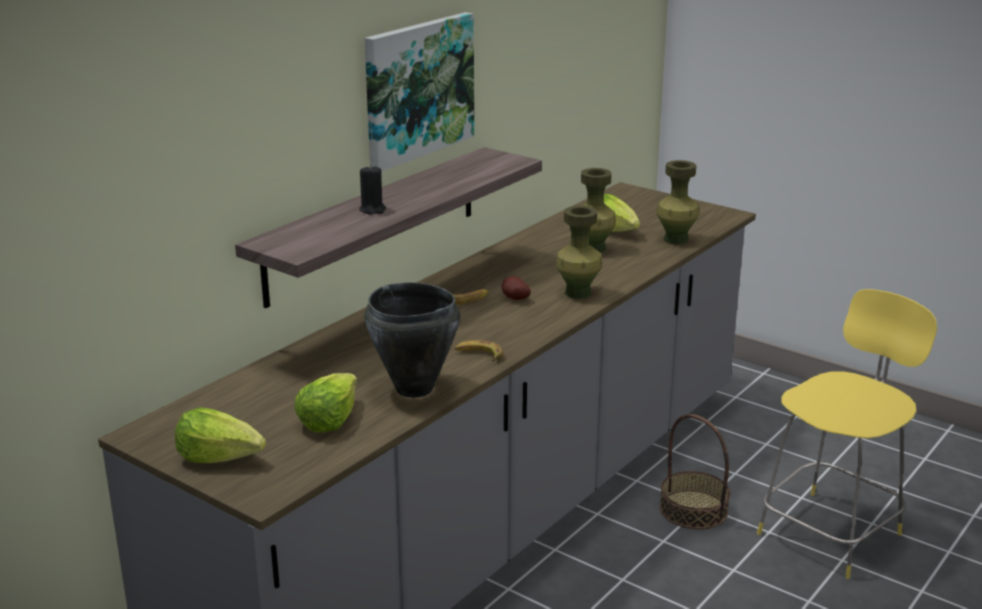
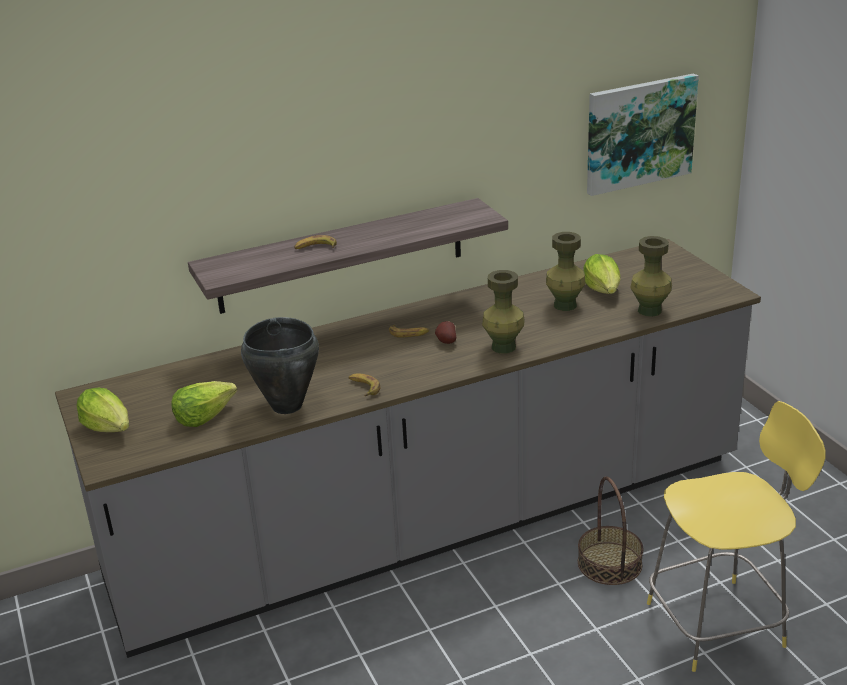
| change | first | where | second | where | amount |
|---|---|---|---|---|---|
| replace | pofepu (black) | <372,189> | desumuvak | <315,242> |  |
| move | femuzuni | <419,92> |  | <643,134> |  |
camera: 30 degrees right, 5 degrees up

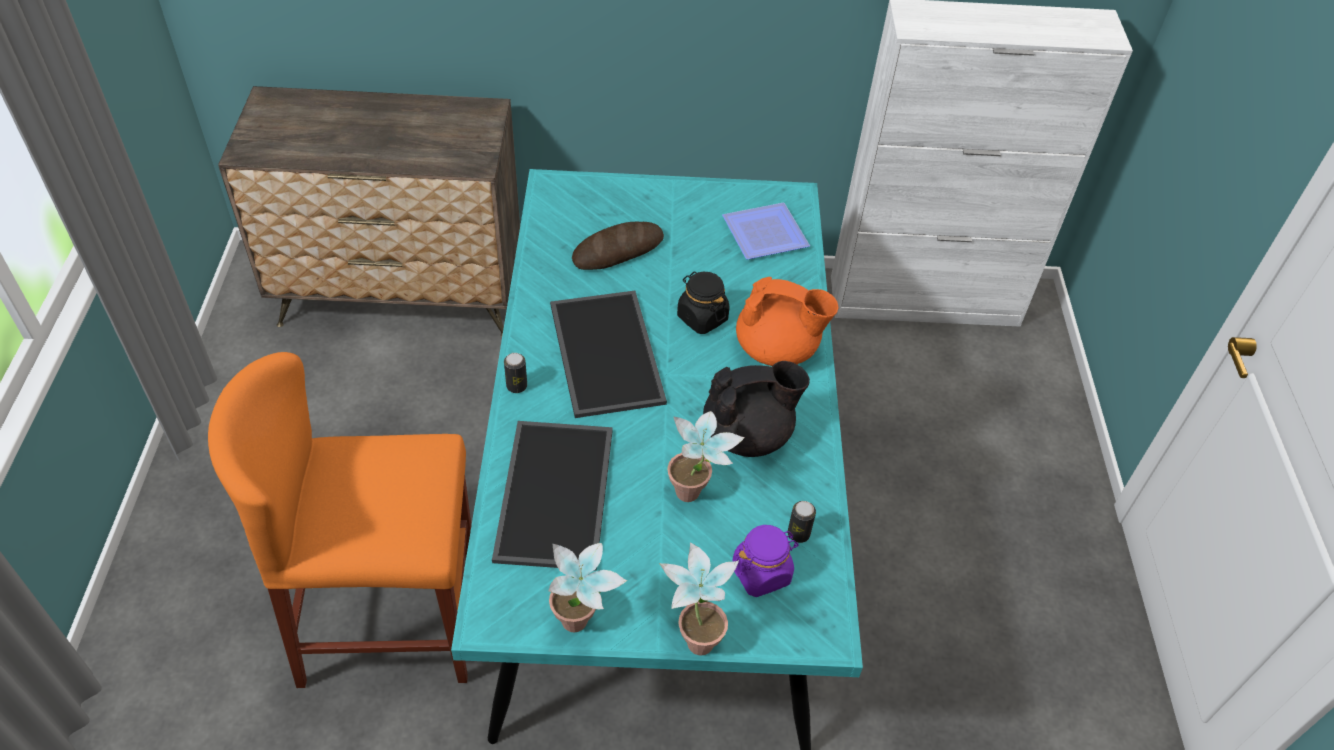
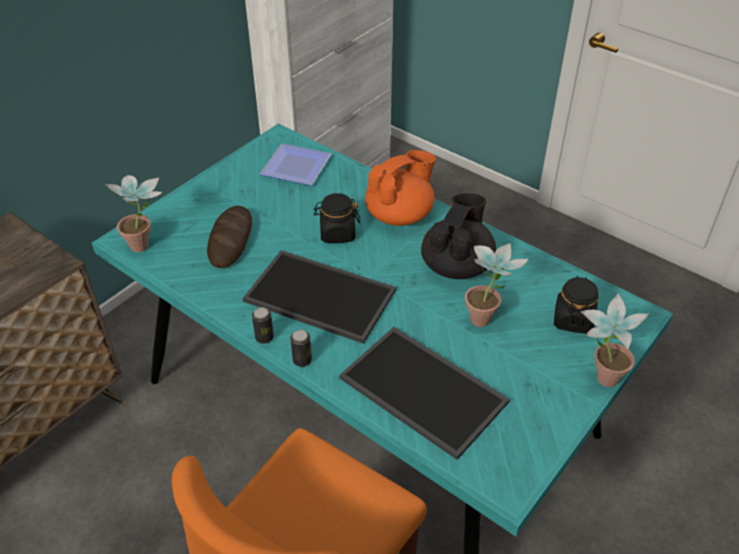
| change | first | where | second | where | amount |
|---|---|---|---|---|---|
| move | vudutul | <588,587> |  | <133,213> |  |
| move | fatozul | <802,522> |  | <263,325> |  |
| recolor | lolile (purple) | <765,561> | lolile (black) | <576,305> |  |
camera: 50 degrees left, 5 degrees down

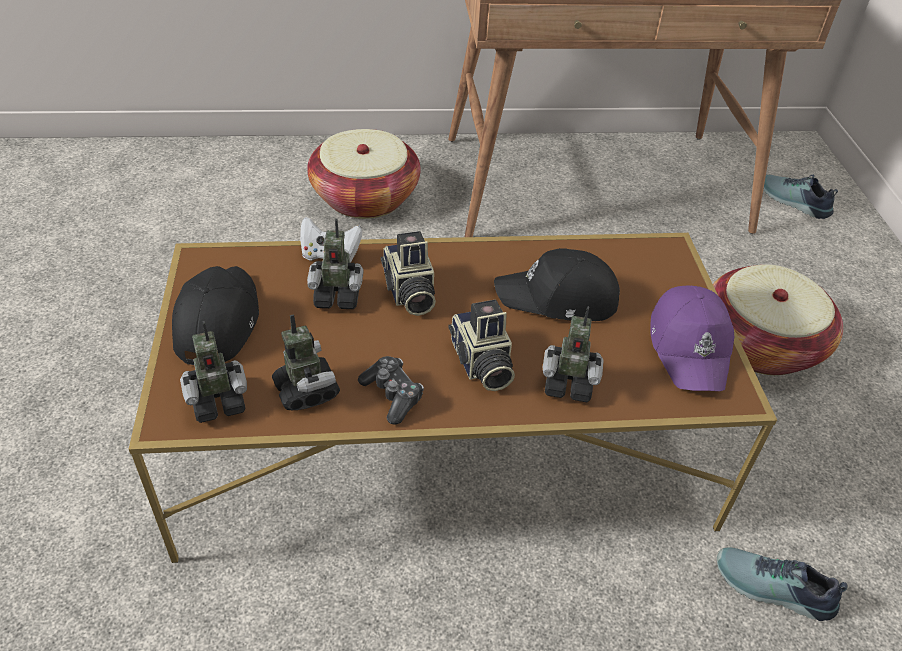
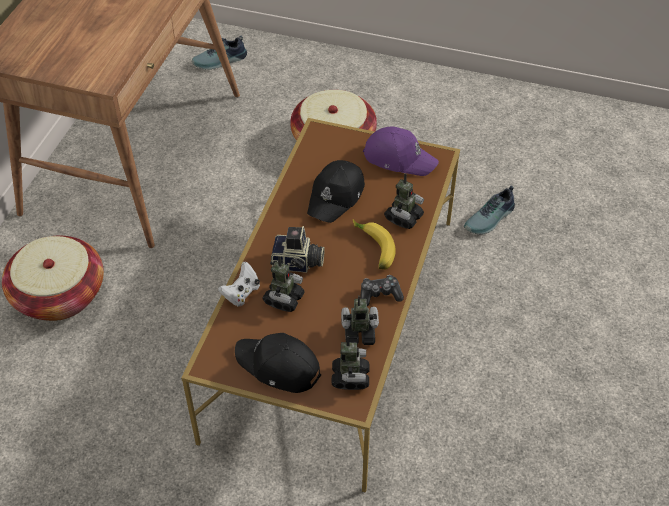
| change | first | where | second | where | amount |
|---|---|---|---|---|---|
| replace | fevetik | <481,345> | desumuvak | <374,244> |  |
camera: 65 degrees left, 5 degrees up

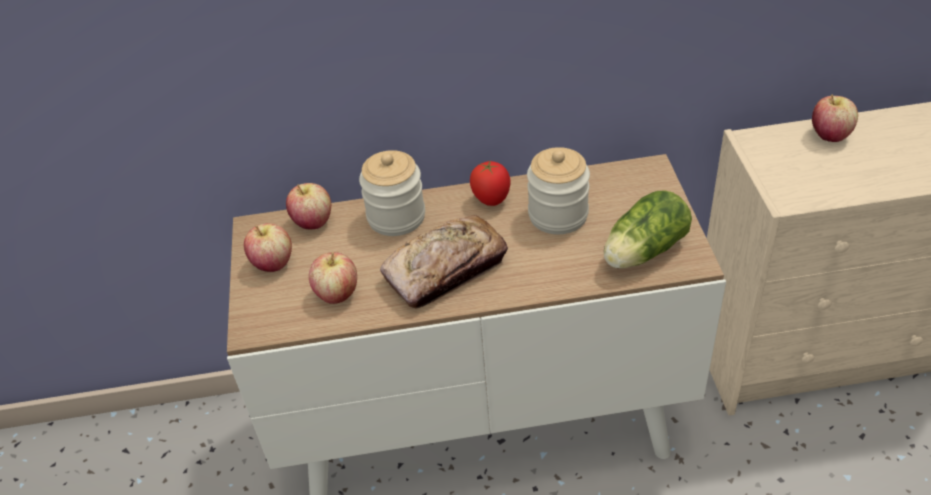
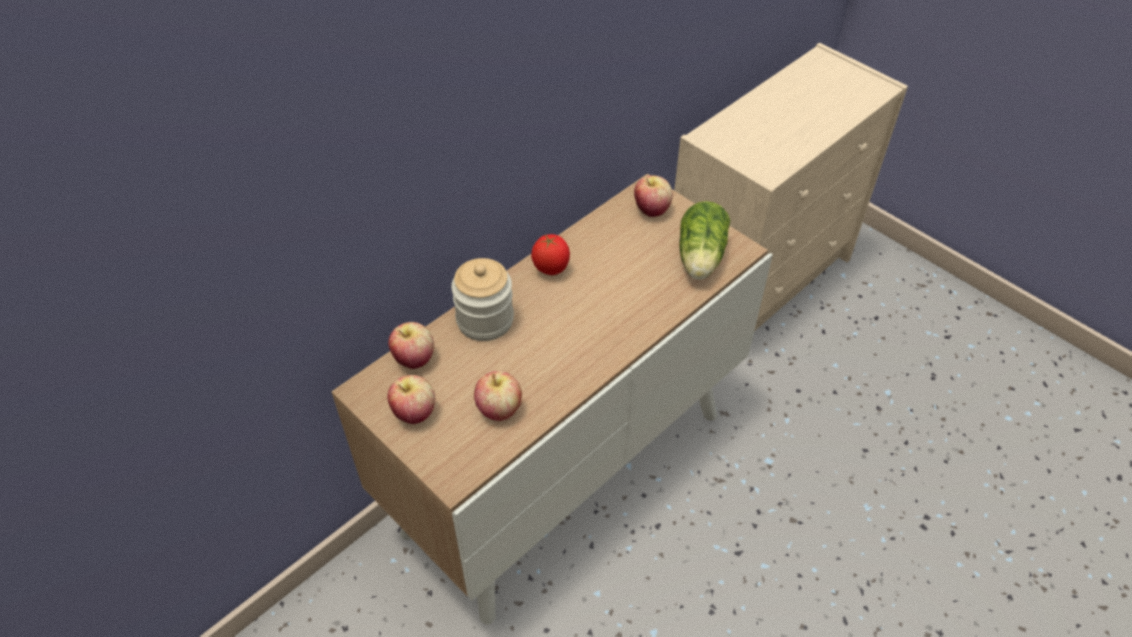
| change | first | where | second | where | amount |
|---|---|---|---|---|---|
| move | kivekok | <835,118> |  | <653,196> |  |
| delete | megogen | <444,261> |  |  |  |
| delete | lolile | <558,190> |  |  |  |
camera: 40 degrees left, 5 degrees up

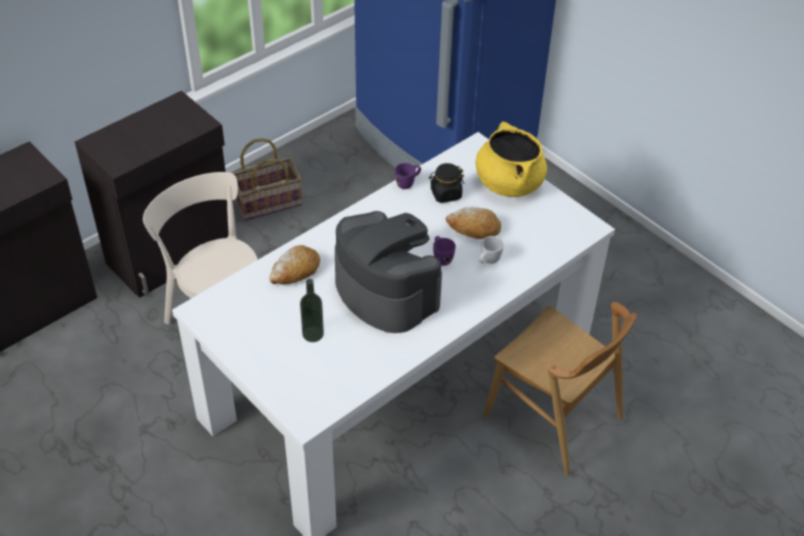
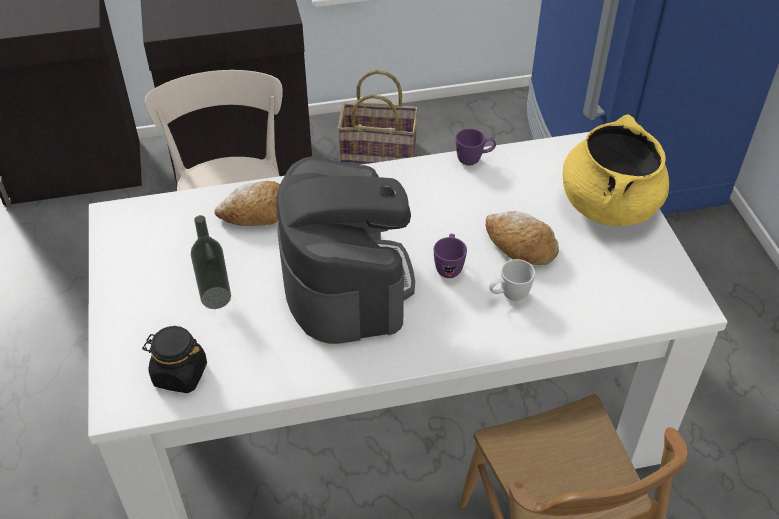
| change | first | where | second | where | amount |
|---|---|---|---|---|---|
| move | lolile (black) | <446,183> |  | <174,359> |  |
camera: 30 degrees right, 0 degrees up

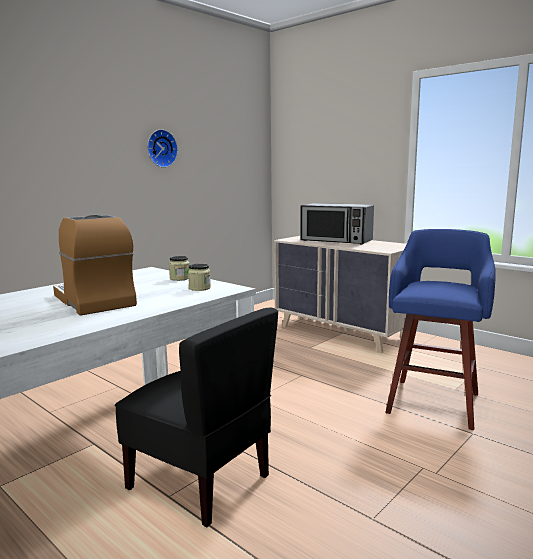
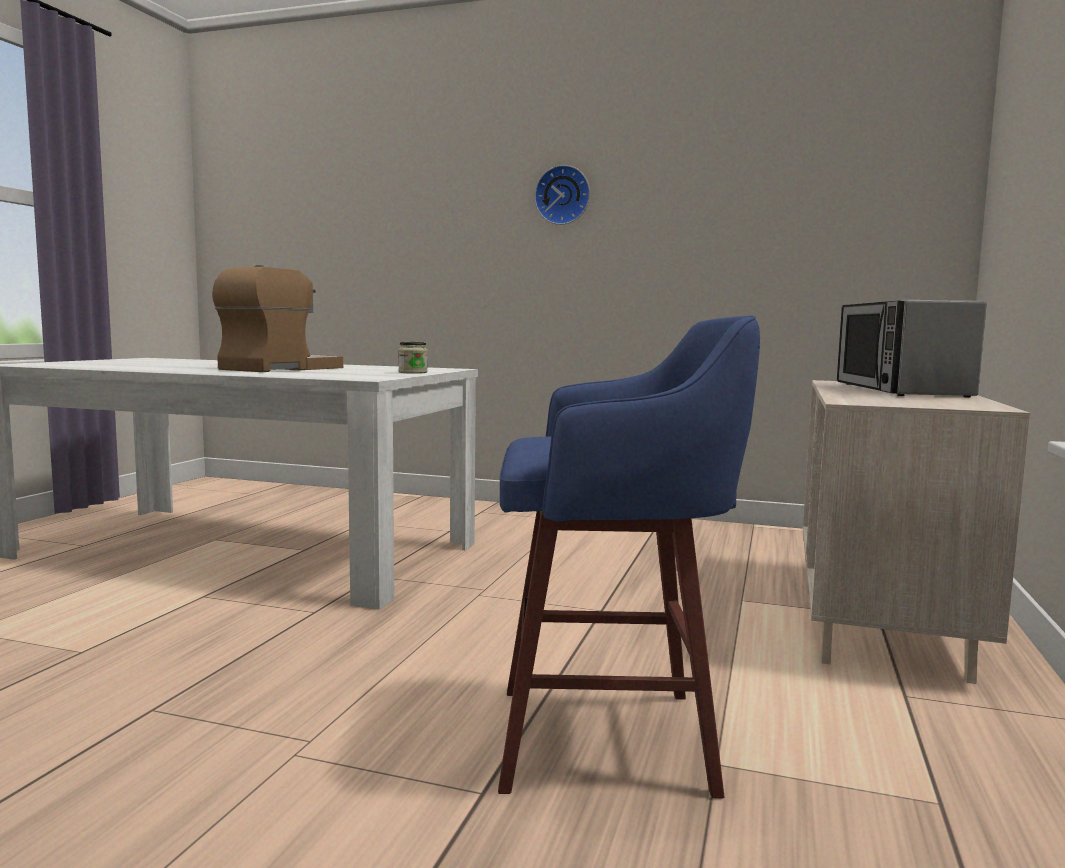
| change | first | where | second | where | amount |
|---|---|---|---|---|---|
| move | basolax | <162,148> |  | <562,195> |  |
| delete | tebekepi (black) | <196,417> |  |  |  |
| delete | lolile | <199,277> |  |  |  |
camera: 65 degrees right, 5 degrees down

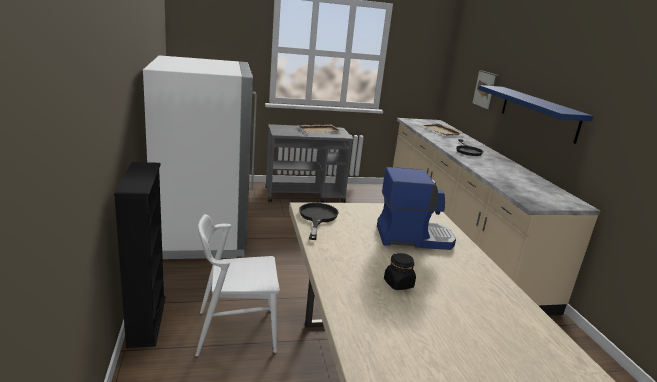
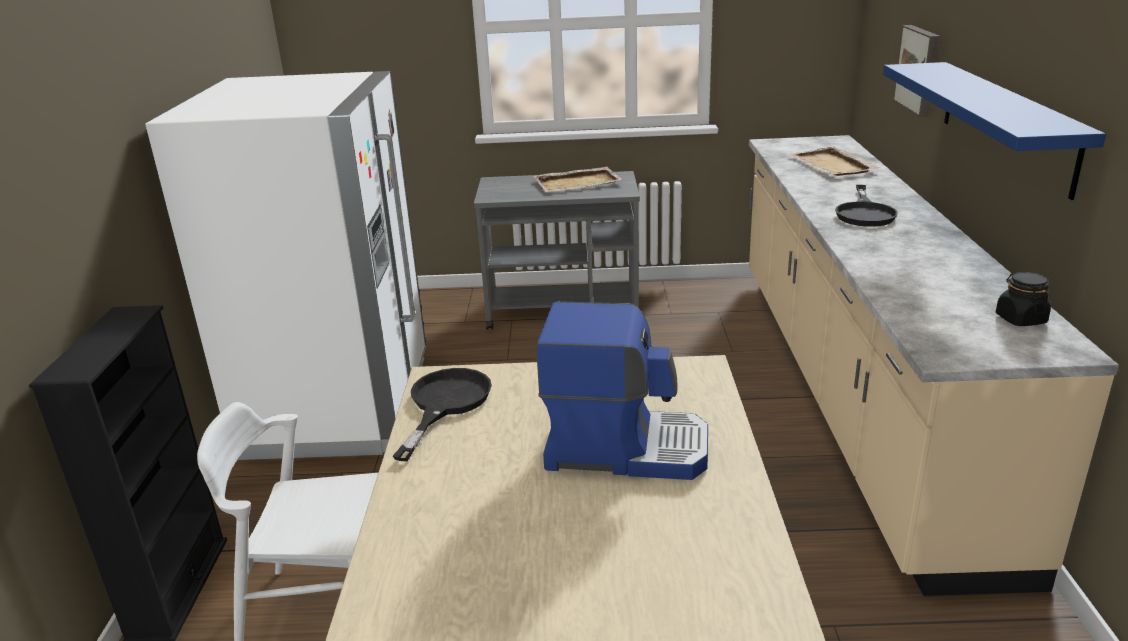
| change | first | where | second | where | amount |
|---|---|---|---|---|---|
| move | lolile (black) | <400,271> |  | <1023,299> |  |
camera: 15 degrees right, 5 degrees up

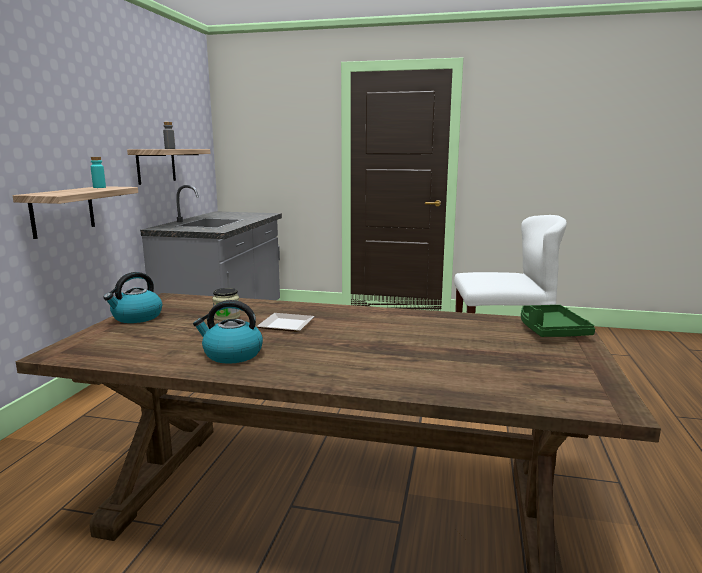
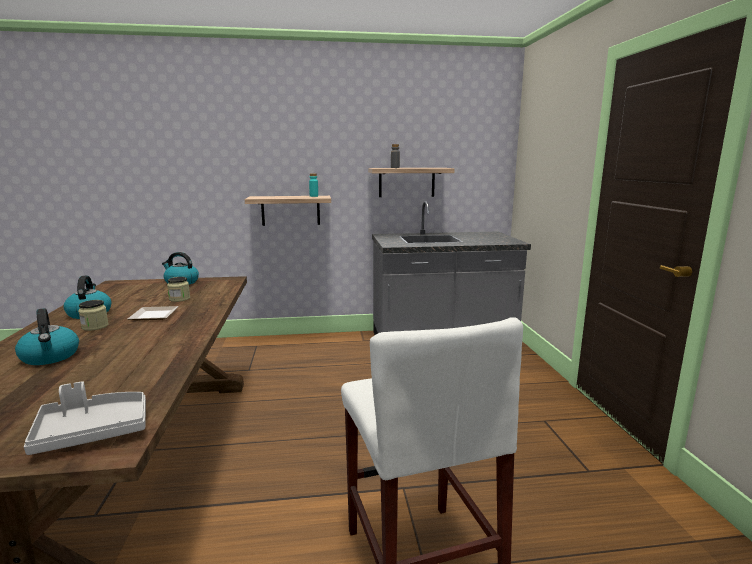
| change | first | where | second | where | amount |
|---|---|---|---|---|---|
| insert |  |  | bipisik | <47,336> |  |
| recolor | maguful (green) | <558,321> | maguful (grey) | <85,418> |  |
| insert |  |  | lolile | <93,315> |  |
camera: 70 degrees right, 0 degrees up

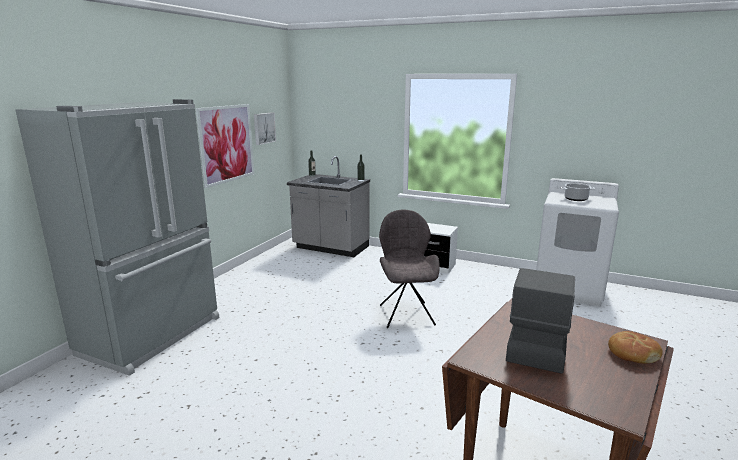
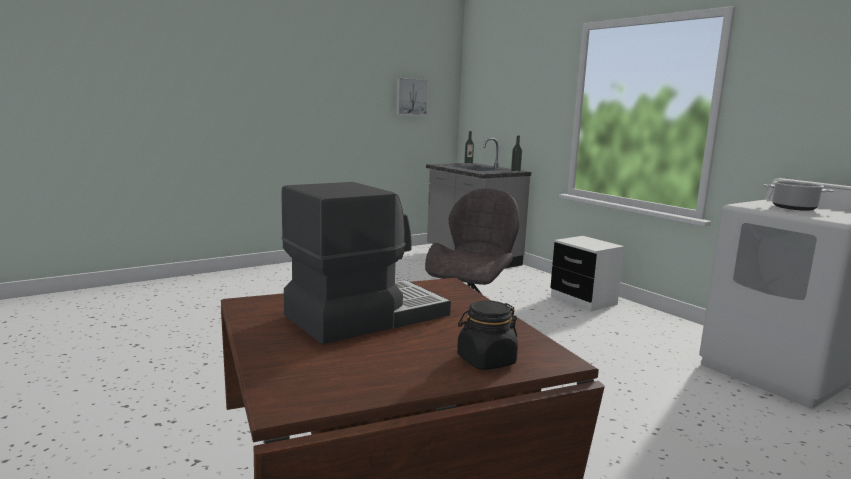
| change | first | where | second | where | amount |
|---|---|---|---|---|---|
| replace | megogen | <635,347> | lolile (black) | <487,335> |  |
| delete | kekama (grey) | <117,237> |  |  |  |
| delete | femuzuni | <225,146> |  |  |  |
camera: 30 degrees right, 5 degrees down

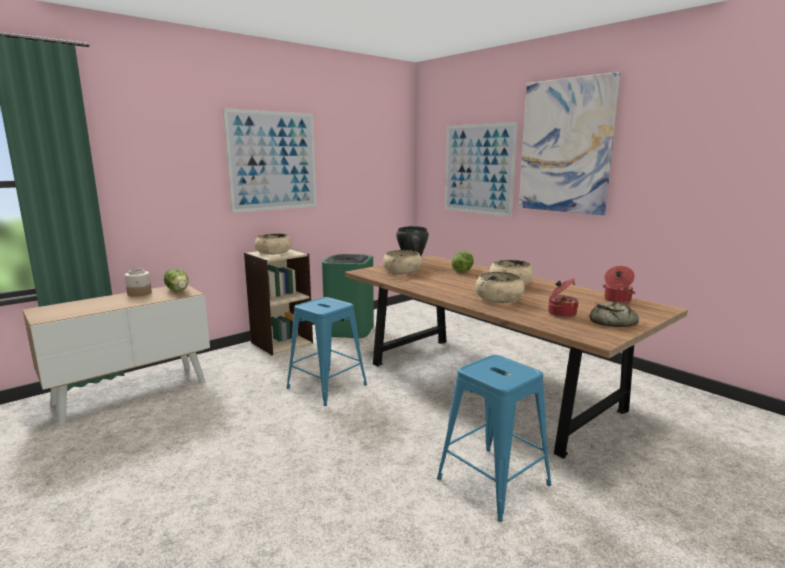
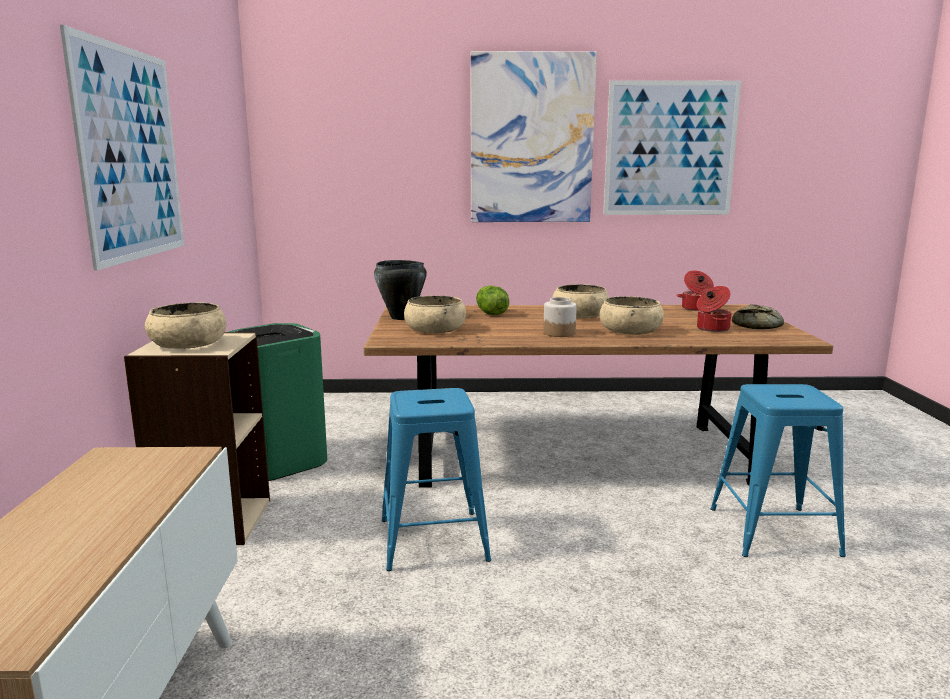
| change | first | where | second | where | amount |
|---|---|---|---|---|---|
| move | lolile | <138,283> |  | <560,317> |  |
| move | femuzuni | <481,169> |  | <672,147> |  |
| delete | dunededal | <176,280> |  |  |  |
camera: 50 degrees left, 0 degrees up

